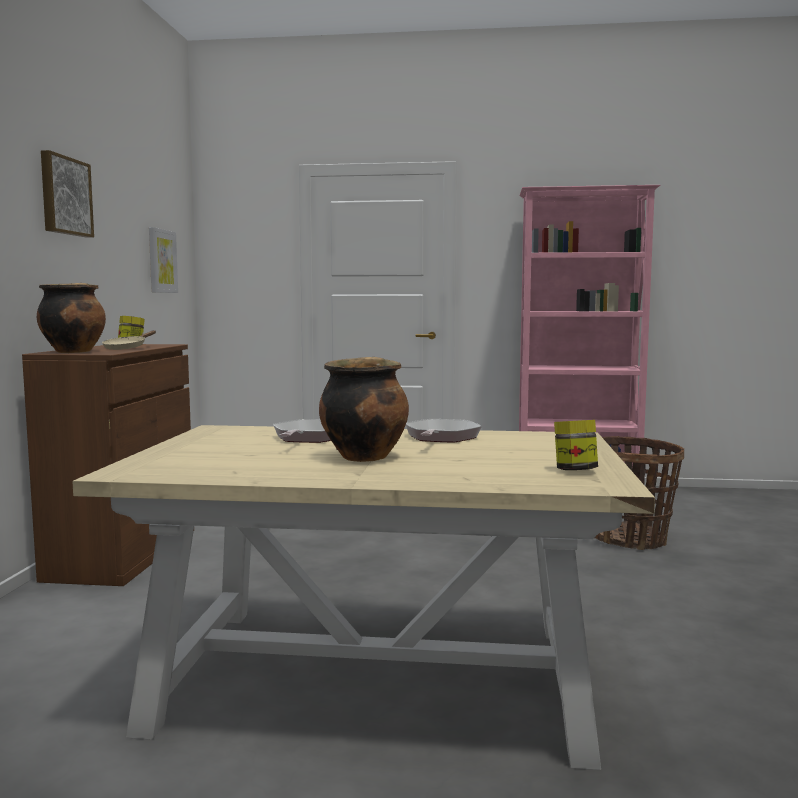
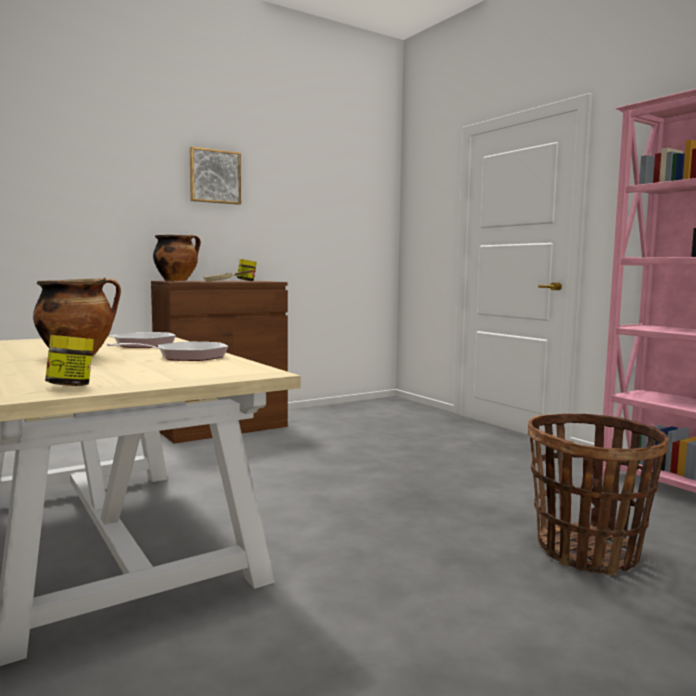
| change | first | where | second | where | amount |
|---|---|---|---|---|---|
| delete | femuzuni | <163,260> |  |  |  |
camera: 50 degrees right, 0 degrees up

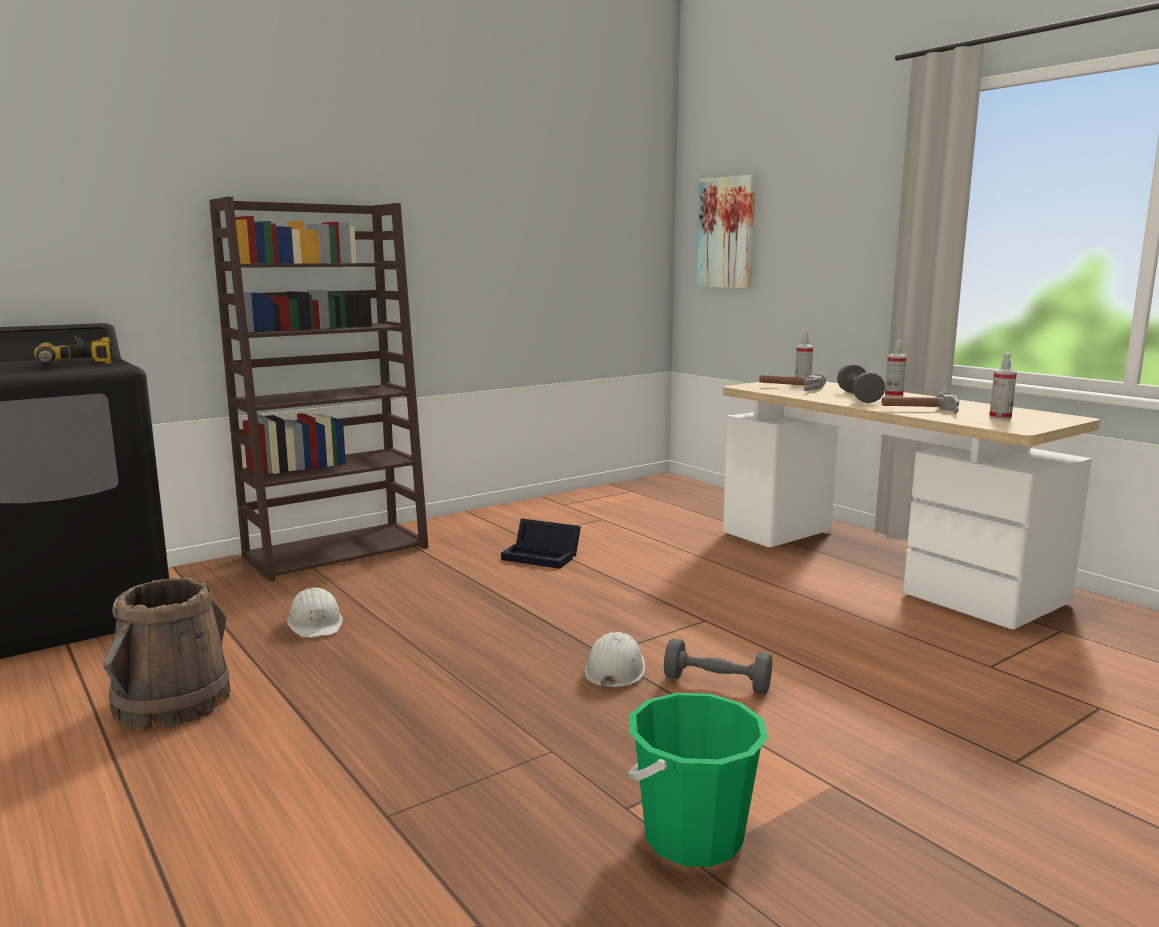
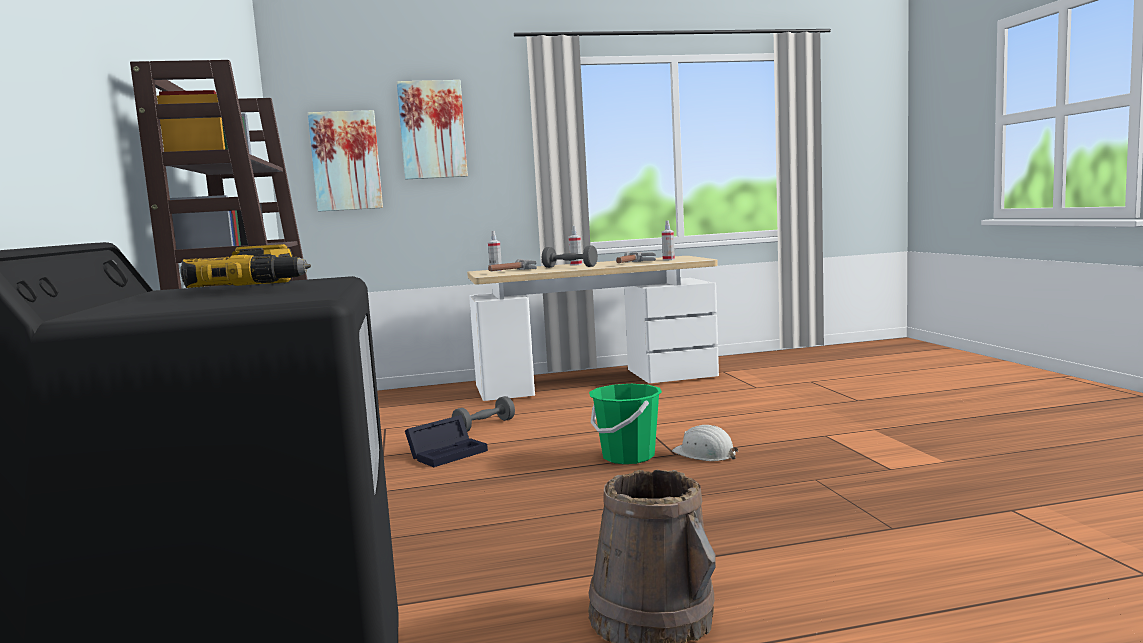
| change | first | where | second | where | amount |
|---|---|---|---|---|---|
| insert |  |  | femuzuni | <432,129> |  |
| move | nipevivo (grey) | <718,666> |  | <483,414> |  |
| move | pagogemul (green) | <697,780> |  | <625,424> |  |
| delete | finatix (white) | <315,612> |  |  |  |
camera: 65 degrees left, 5 degrees down

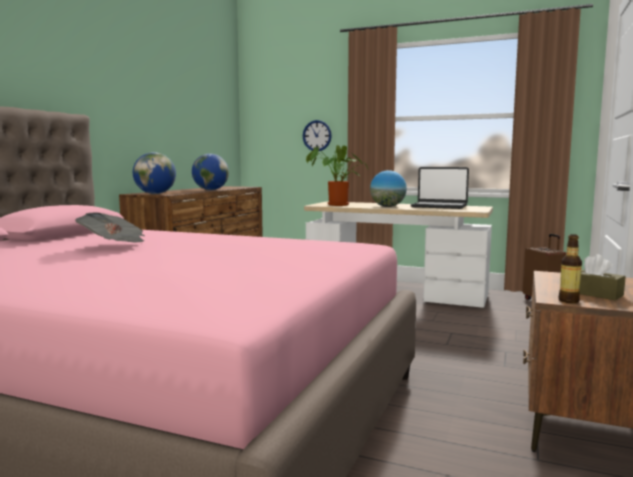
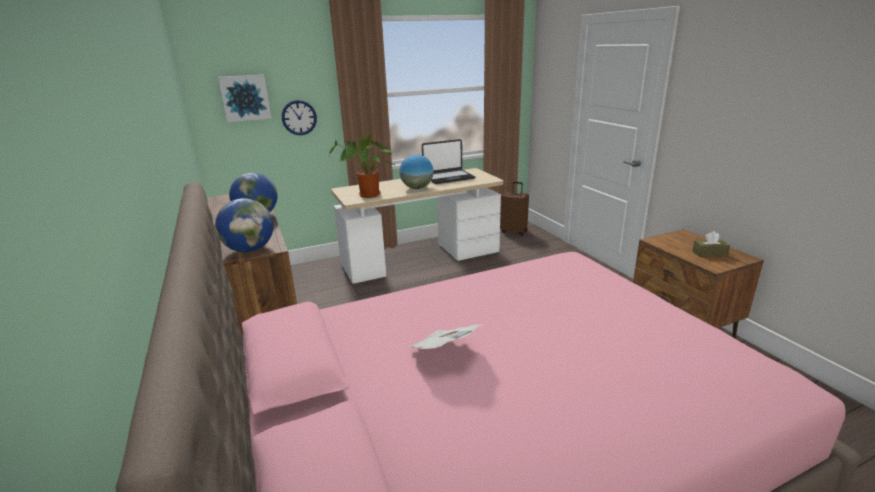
| change | first | where | second | where | amount |
|---|---|---|---|---|---|
| insert |  |  | femuzuni | <245,98> |  |
| delete | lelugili | <570,268> |  |  |  |
camera: 45 degrees left, 15 degrees up

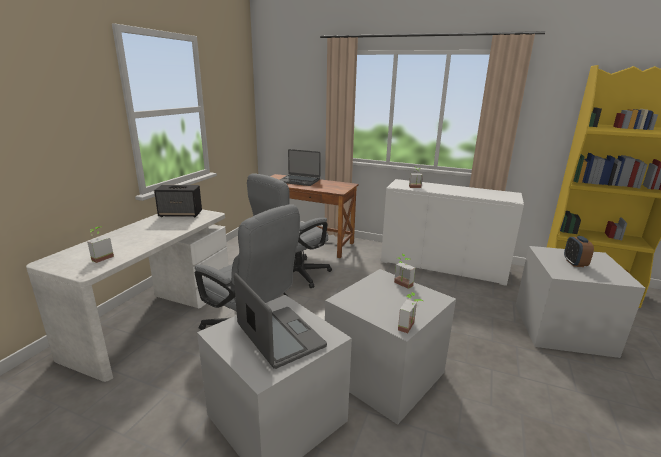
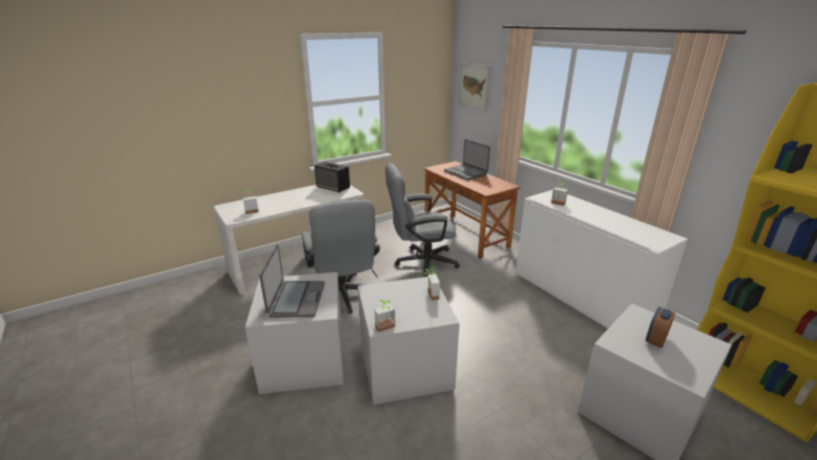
| change | first | where | second | where | amount |
|---|---|---|---|---|---|
| insert |  |  | femuzuni | <475,87> |  |
camera: 35 degrees right, 5 degrees up

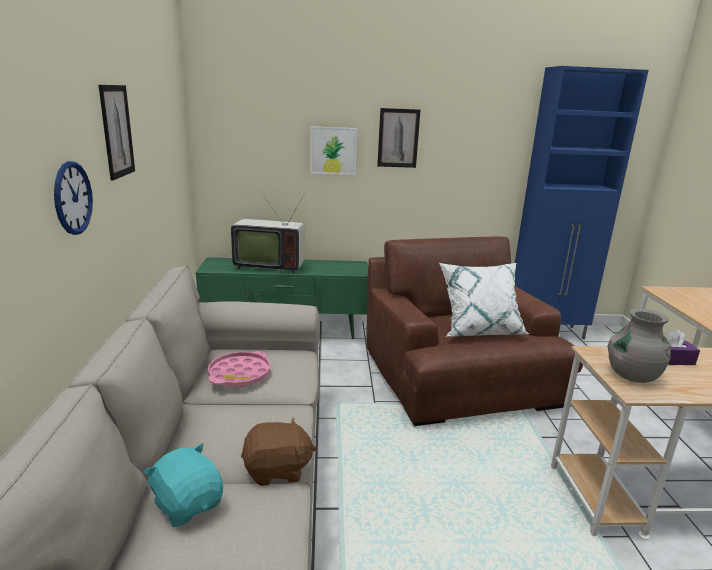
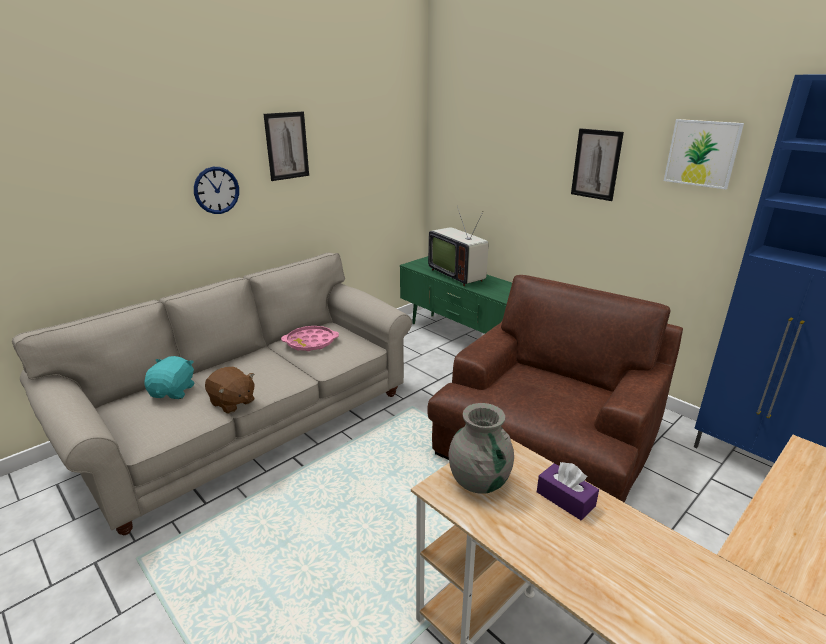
| change | first | where | second | where | amount |
|---|---|---|---|---|---|
| move | femuzuni | <333,150> |  | <704,154> |  |
| delete | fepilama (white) | <484,300> |  |  |  |
camera: 50 degrees right, 5 degrees up

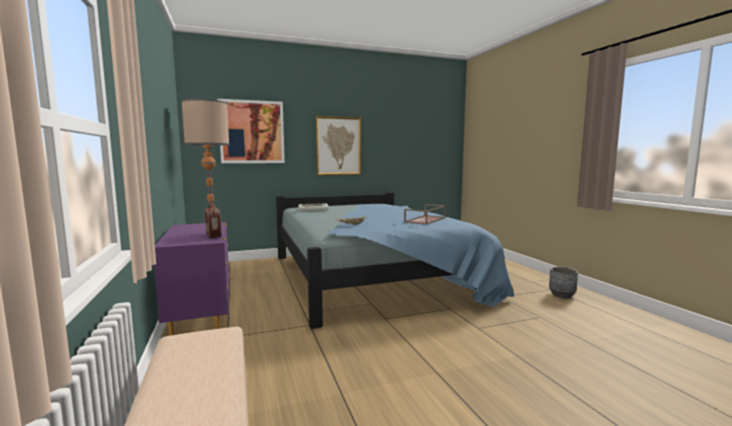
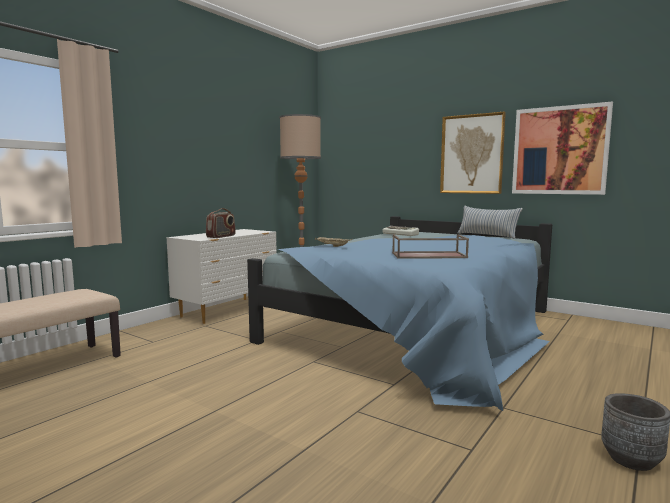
| change | first | where | second | where | amount |
|---|---|---|---|---|---|
| recolor | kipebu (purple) | <191,279> | kipebu (white) | <222,276> |  |
| insert |  |  | fepilama | <490,222> |  |
| move | femuzuni | <251,131> |  | <562,148> |  |
camera: 55 degrees right, 0 degrees up

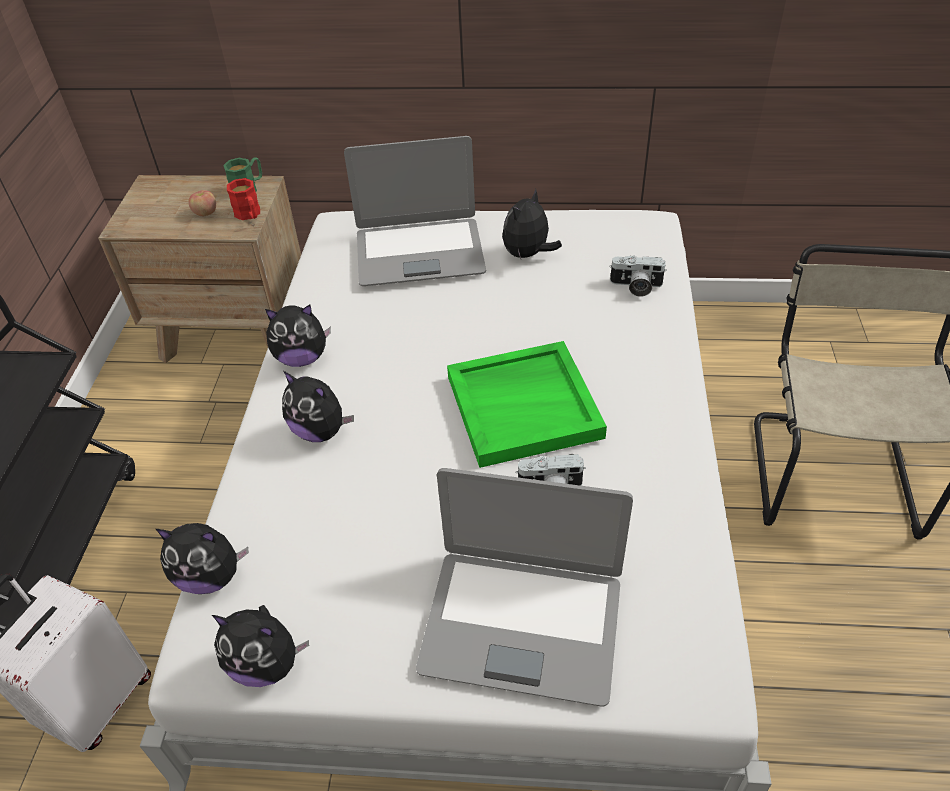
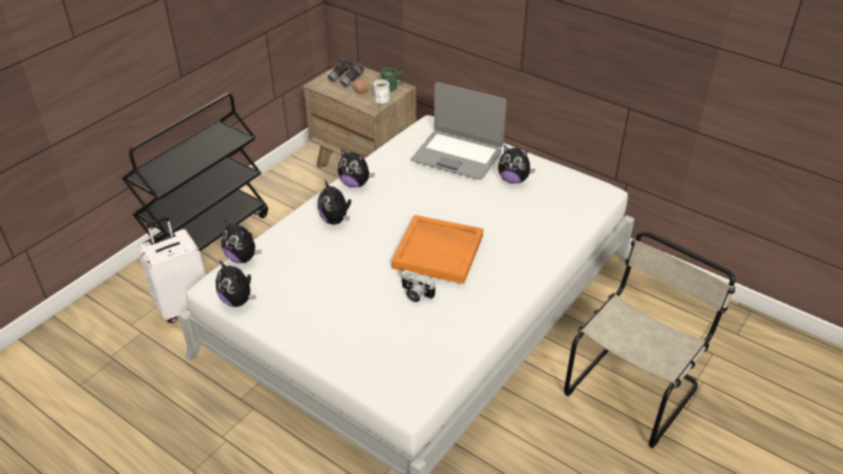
| change | first | where | second | where | amount |
|---|---|---|---|---|---|
| insert |  |  | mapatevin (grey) | <346,71> |  |
| recolor | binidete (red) | <243,199> | binidete (white) | <381,91> |  |
| recolor | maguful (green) | <527,404> | maguful (orange) | <437,249> |  |
| rotate | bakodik | <532,224> |  | <516,164> | 135 degrees counterclockwise |
| delete | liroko | <524,587> |  |  |  |
| delete | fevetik | <638,276> |  |  |  |
camera: 30 degrees right, 5 degrees down

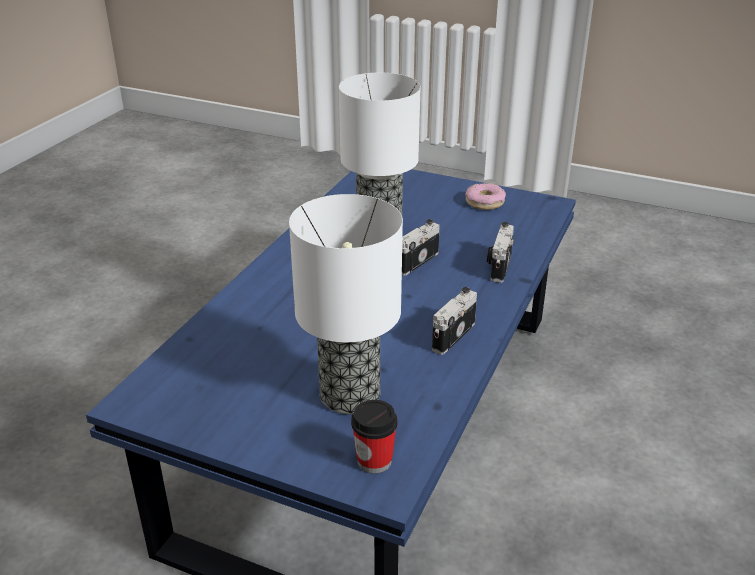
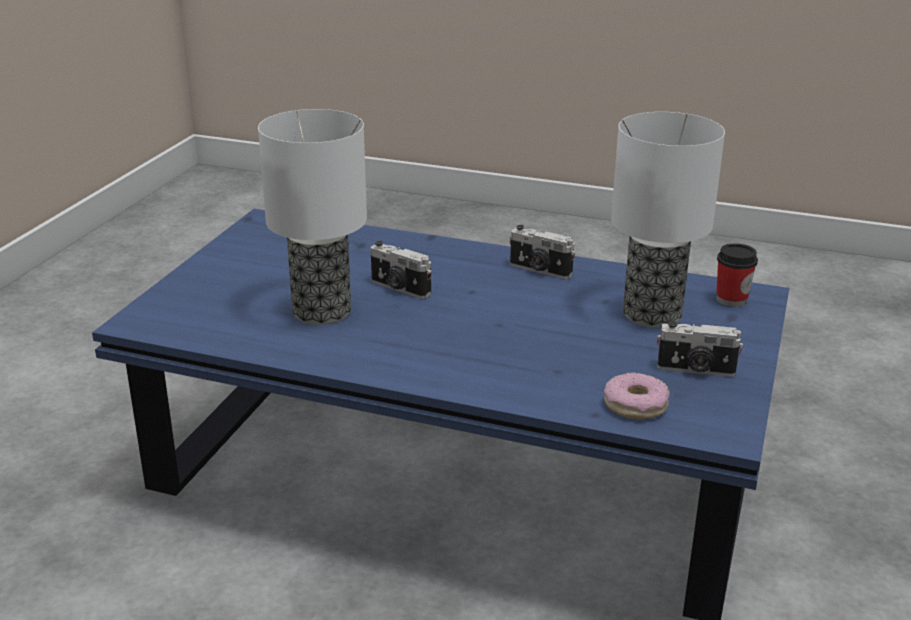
| change | first | where | second | where | amount |
|---|---|---|---|---|---|
| move | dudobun | <485,196> |  | <637,395> |  |
| move | fevetik | <500,252> |  | <700,349> |  |
camera: 95 degrees left, 5 degrees down

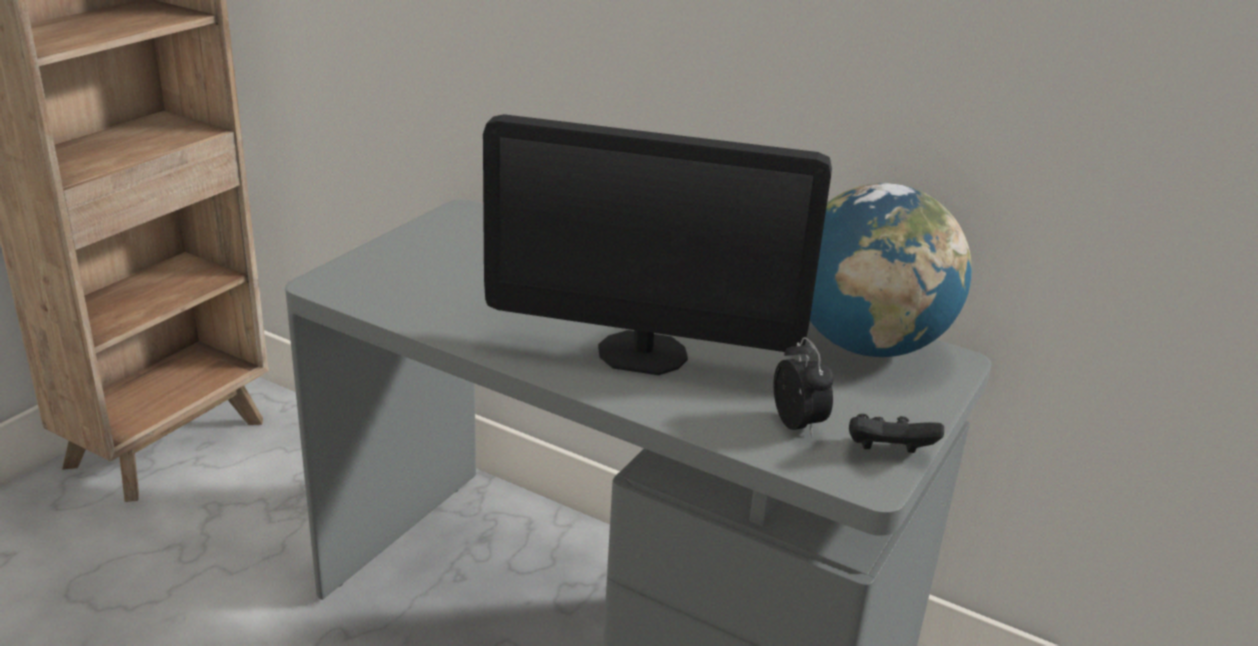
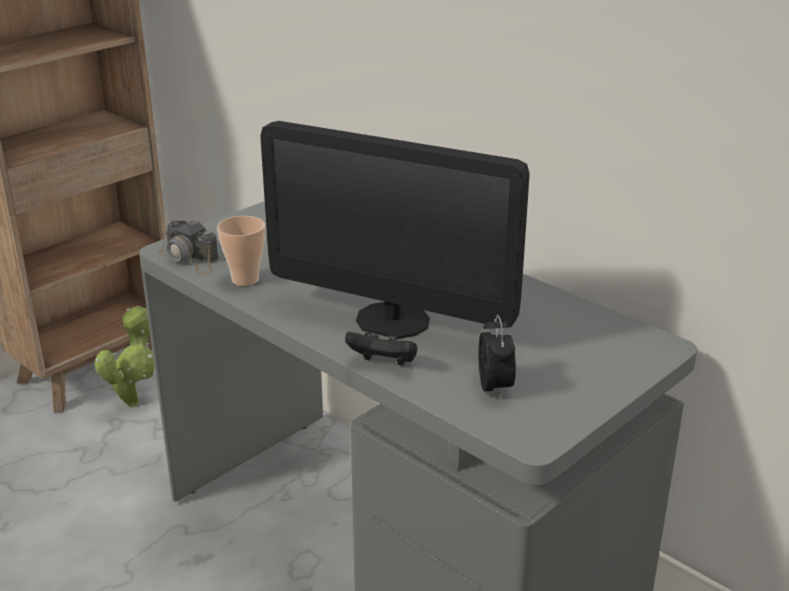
| change | first | where | second | where | amount |
|---|---|---|---|---|---|
| insert |  |  | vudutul | <125,357> |  |
| insert |  |  | fevetik | <188,246> |  |
| insert |  |  | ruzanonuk | <241,251> |  |
| move | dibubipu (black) | <896,433> |  | <381,349> |  |
| delete | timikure | <891,270> |  |  |  |
camera: 15 degrees right, 0 degrees up

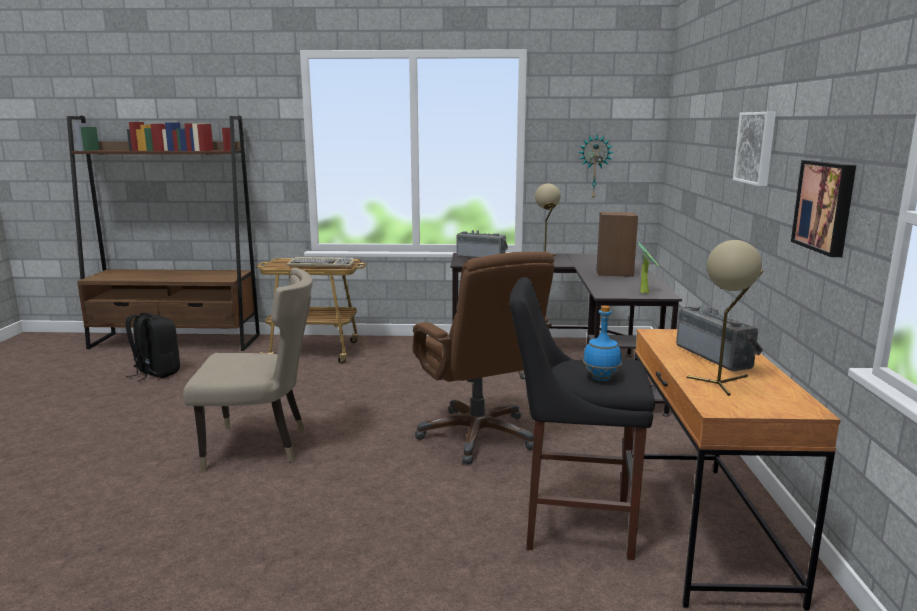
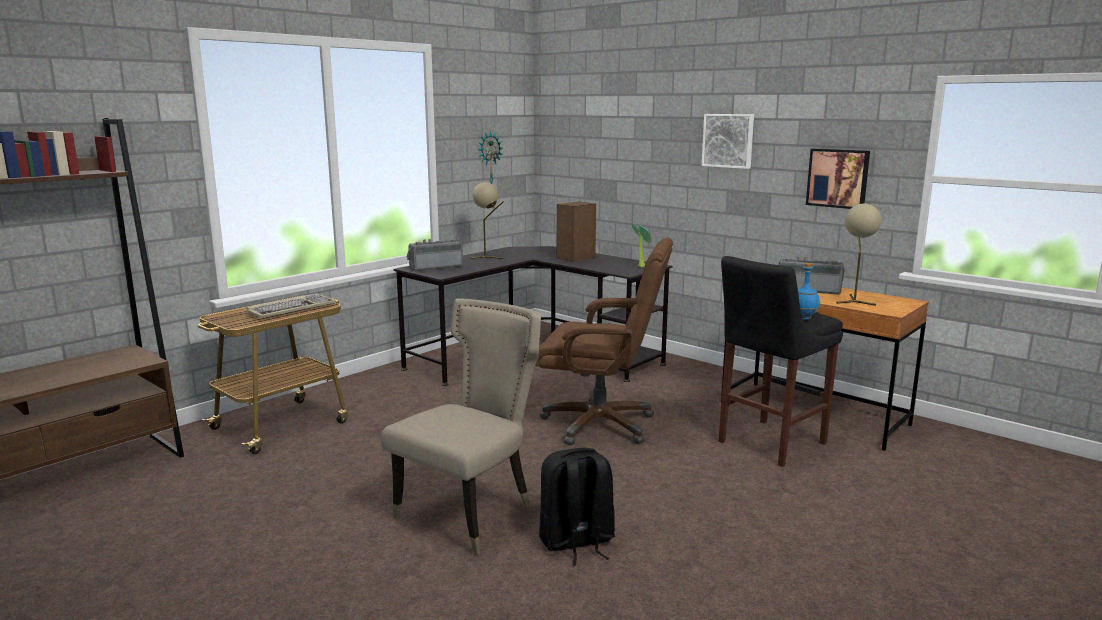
| change | first | where | second | where | amount |
|---|---|---|---|---|---|
| move | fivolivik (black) | <153,347> |  | <577,507> |  |
camera: 50 degrees left, 0 degrees up

